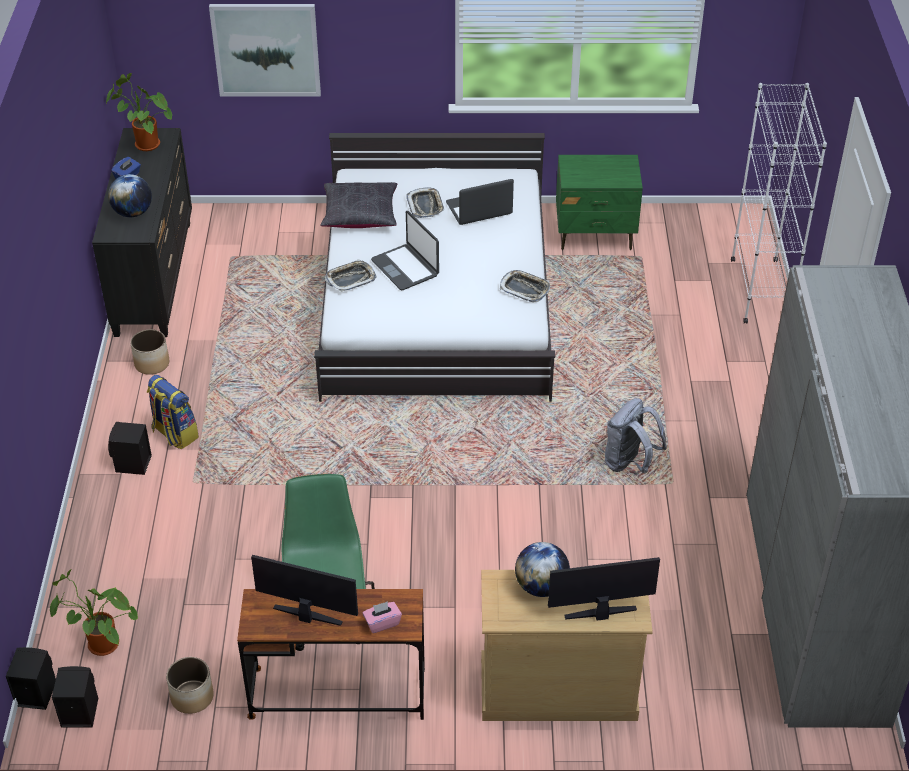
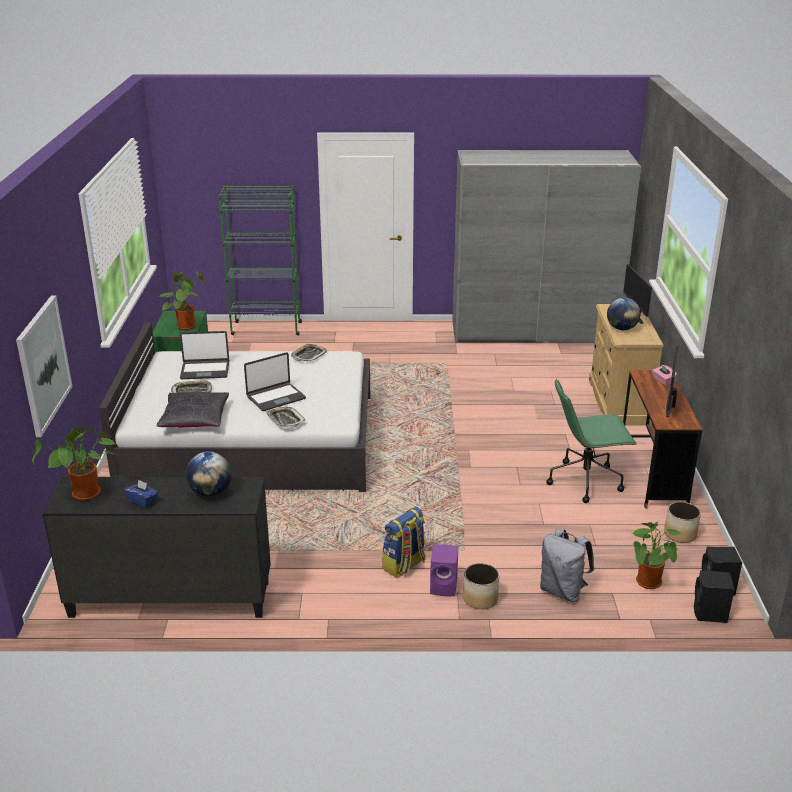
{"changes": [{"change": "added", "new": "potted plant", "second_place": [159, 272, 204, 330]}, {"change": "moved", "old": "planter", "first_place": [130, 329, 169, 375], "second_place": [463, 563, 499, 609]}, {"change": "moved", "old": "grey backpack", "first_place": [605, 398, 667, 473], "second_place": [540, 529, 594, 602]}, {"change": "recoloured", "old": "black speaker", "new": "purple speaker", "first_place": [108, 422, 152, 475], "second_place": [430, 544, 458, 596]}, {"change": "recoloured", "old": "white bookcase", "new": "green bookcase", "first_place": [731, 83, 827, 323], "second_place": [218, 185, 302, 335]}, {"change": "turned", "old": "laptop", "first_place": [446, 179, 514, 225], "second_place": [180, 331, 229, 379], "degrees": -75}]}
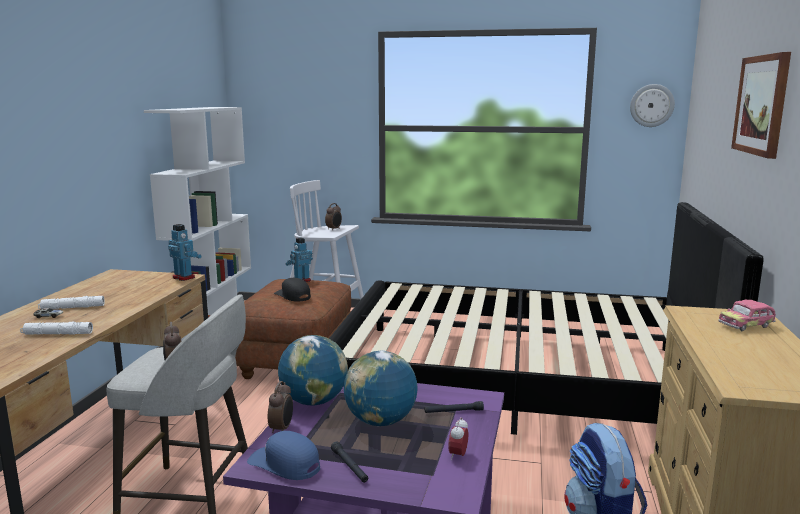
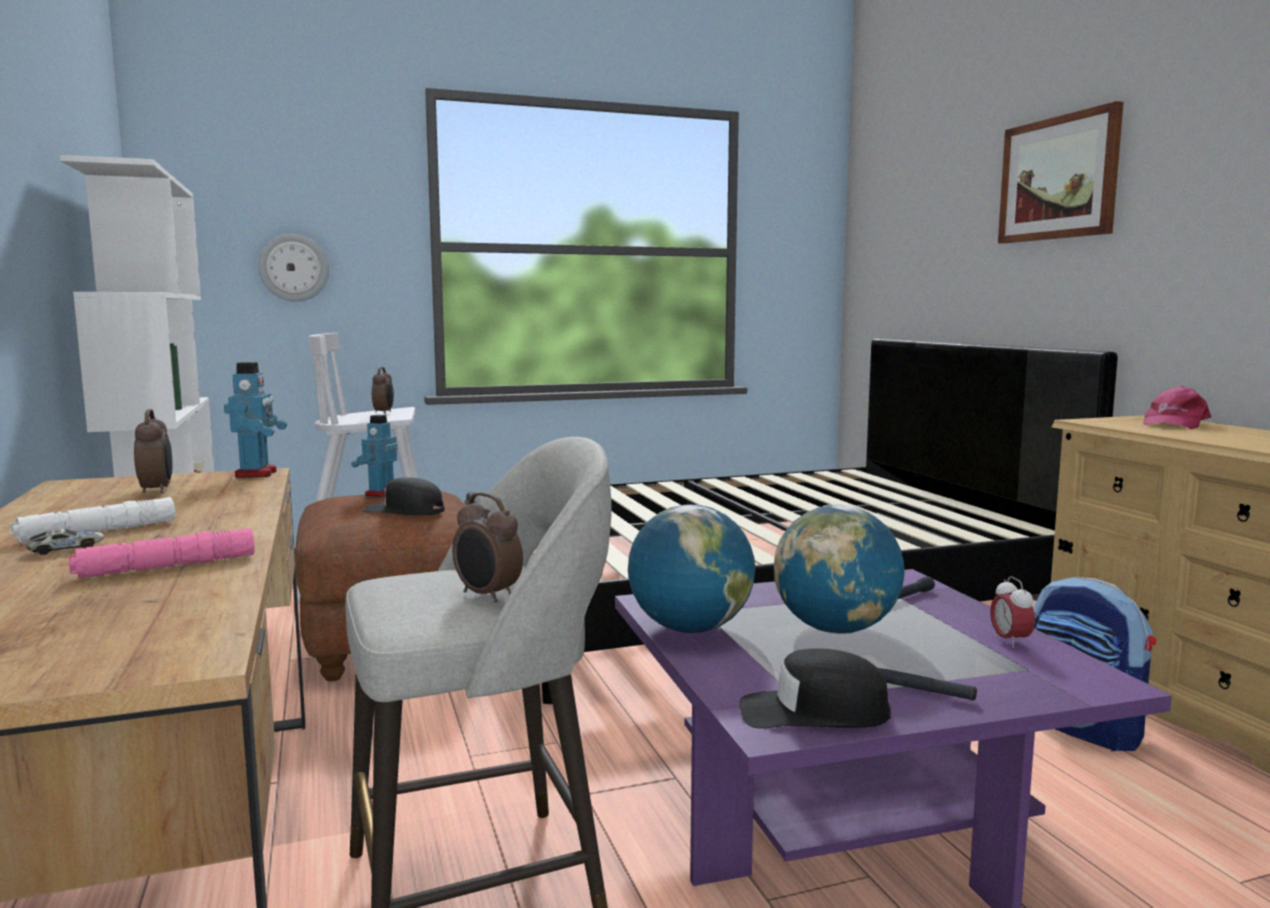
{"changes": [{"change": "moved", "old": "alarm clock", "first_place": [268, 381, 293, 433], "second_place": [134, 409, 173, 493]}, {"change": "moved", "old": "wall clock", "first_place": [630, 84, 675, 127], "second_place": [258, 234, 329, 302]}, {"change": "replaced", "old": "toy car", "new": "pink cap", "first_place": [718, 300, 776, 331], "second_place": [1143, 386, 1211, 429]}, {"change": "recoloured", "old": "white flashlight", "new": "pink flashlight", "first_place": [20, 321, 93, 335], "second_place": [69, 528, 254, 579]}, {"change": "recoloured", "old": "blue cap", "new": "black cap", "first_place": [247, 431, 320, 480], "second_place": [740, 648, 891, 729]}, {"change": "turned", "old": "toy robot", "first_place": [168, 224, 202, 281], "second_place": [224, 362, 287, 478], "degrees": 75}]}
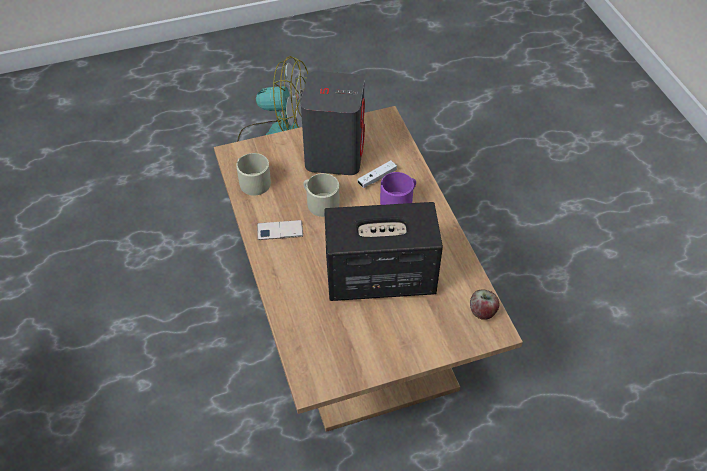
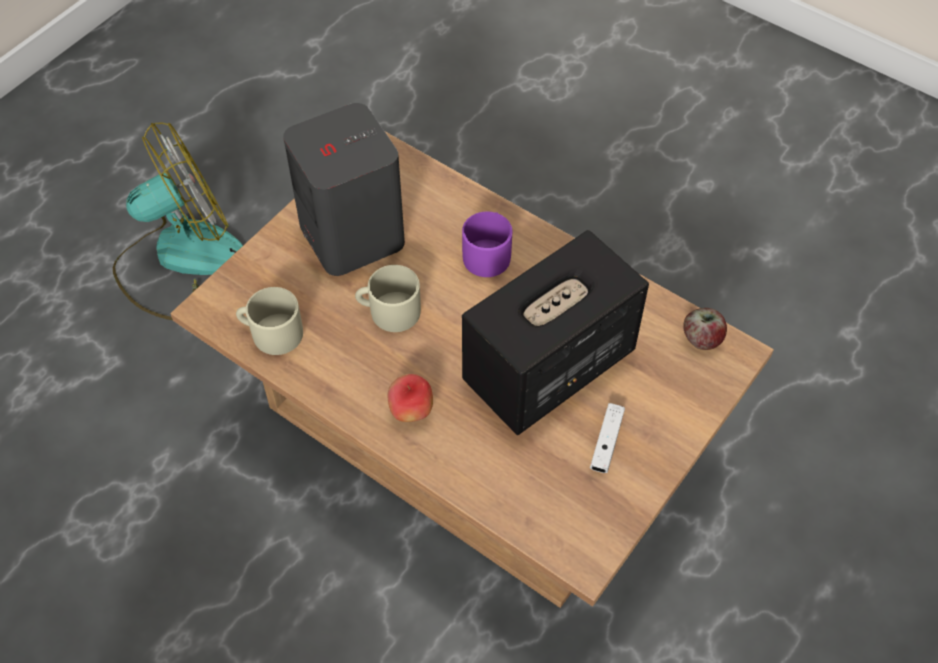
{"changes": [{"change": "removed", "old": "phone", "first_place": [257, 220, 303, 240]}, {"change": "added", "new": "apple", "second_place": [388, 374, 433, 422]}, {"change": "moved", "old": "white game controller", "first_place": [357, 160, 397, 188], "second_place": [590, 403, 625, 473]}]}
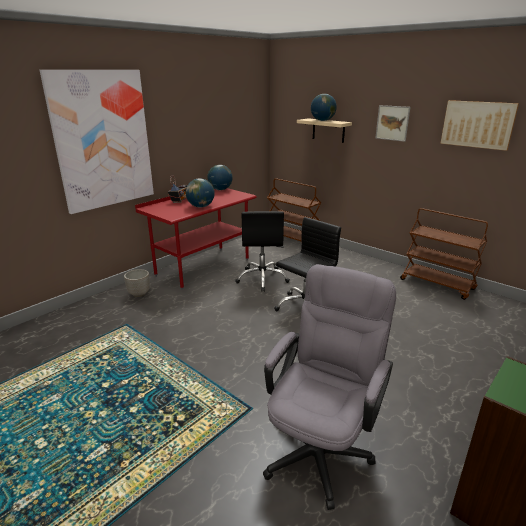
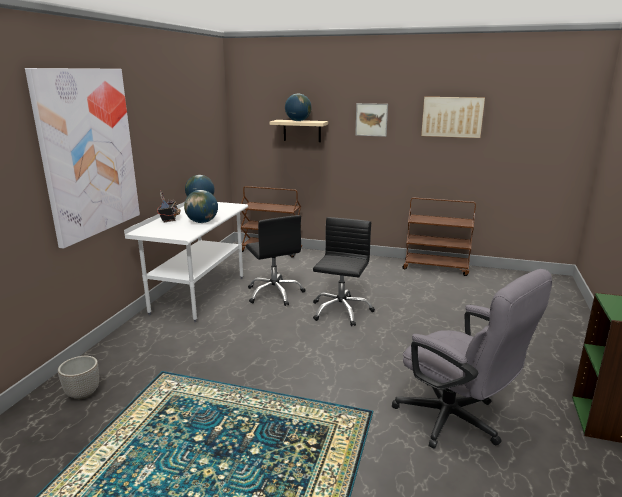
{"changes": [{"change": "moved", "old": "planter", "first_place": [124, 269, 150, 297], "second_place": [58, 356, 99, 399]}, {"change": "recoloured", "old": "red desk", "new": "white desk", "first_place": [135, 188, 257, 290], "second_place": [124, 202, 248, 322]}, {"change": "turned", "old": "grey office chair", "first_place": [263, 264, 396, 510], "second_place": [392, 269, 552, 449], "degrees": 135}]}
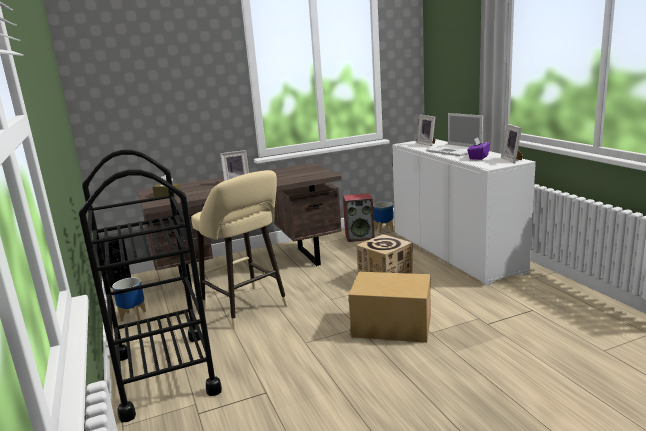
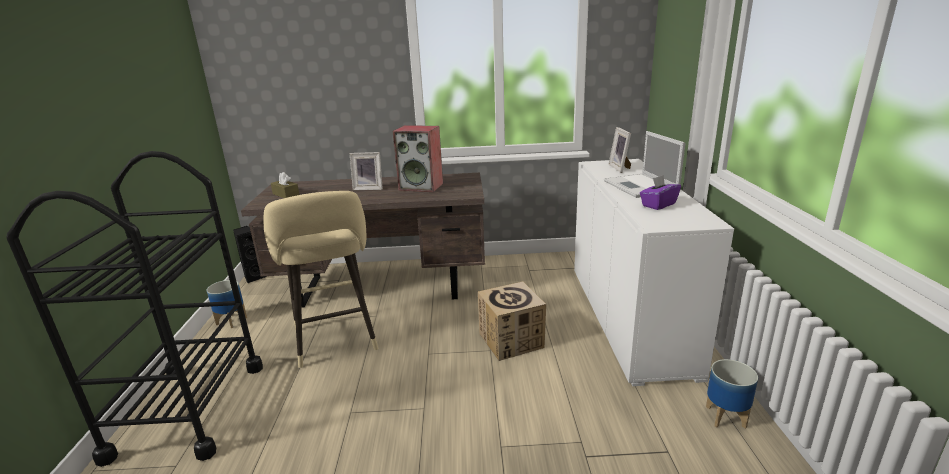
{"changes": [{"change": "removed", "old": "cardboard box", "first_place": [349, 272, 431, 343]}, {"change": "removed", "old": "picture frame", "first_place": [501, 124, 523, 163]}, {"change": "moved", "old": "speaker", "first_place": [343, 193, 374, 242], "second_place": [392, 125, 443, 192]}, {"change": "moved", "old": "planter", "first_place": [373, 202, 393, 233], "second_place": [706, 359, 758, 429]}]}
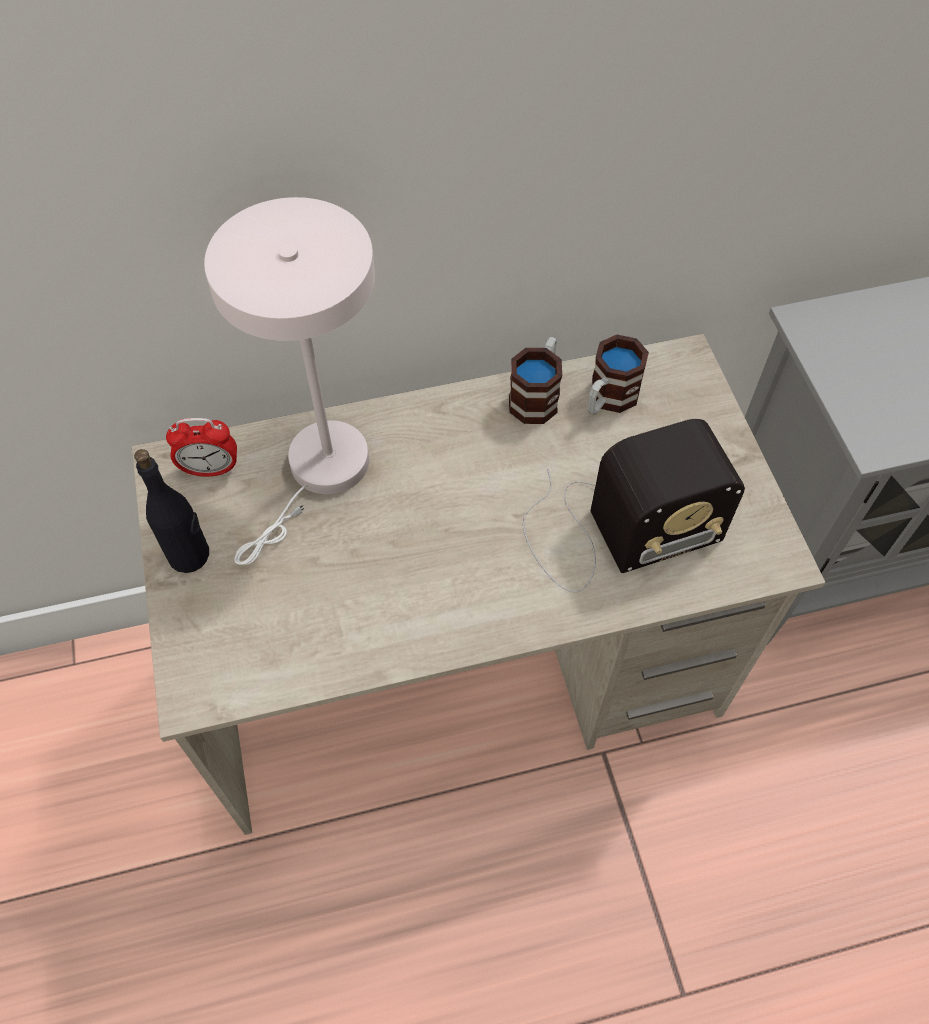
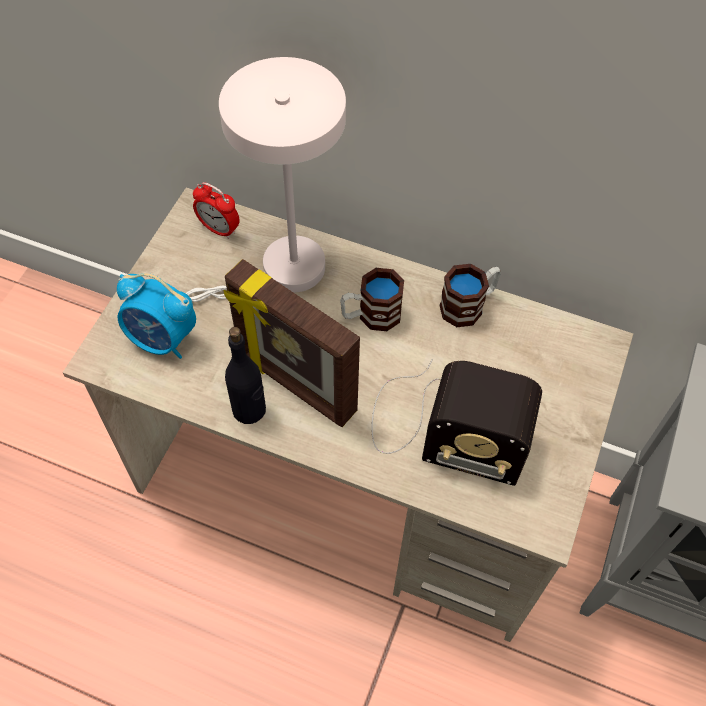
{"changes": [{"change": "added", "new": "alarm clock", "second_place": [117, 273, 196, 359]}, {"change": "added", "new": "picture frame", "second_place": [223, 259, 360, 427]}, {"change": "moved", "old": "black bottle", "first_place": [134, 449, 209, 573], "second_place": [225, 327, 266, 424]}, {"change": "moved", "old": "mug", "first_place": [588, 335, 649, 415], "second_place": [340, 268, 404, 331]}]}
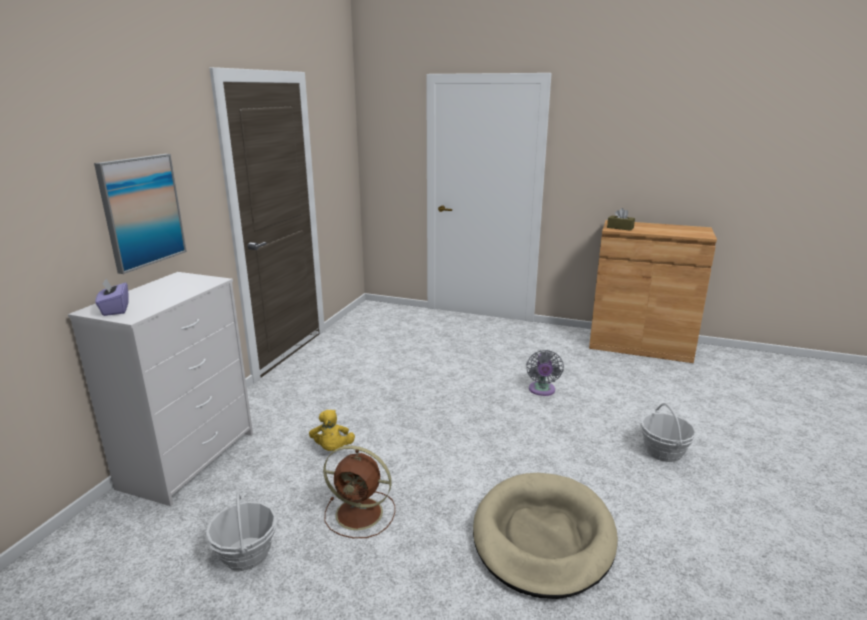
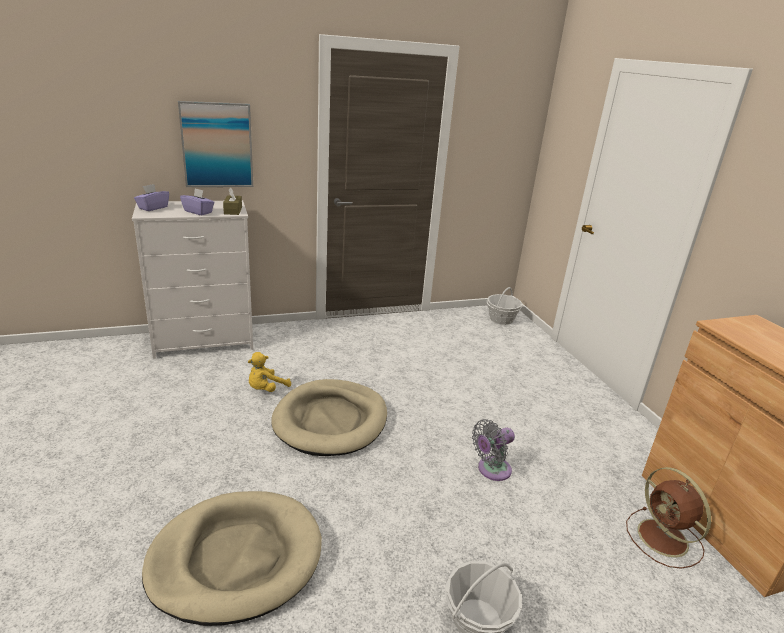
{"changes": [{"change": "added", "new": "purple tissue box", "second_place": [180, 188, 215, 215]}, {"change": "added", "new": "beige dog bed", "second_place": [271, 379, 387, 456]}, {"change": "moved", "old": "basket", "first_place": [206, 492, 277, 571], "second_place": [487, 287, 522, 325]}, {"change": "moved", "old": "brown fan", "first_place": [323, 446, 395, 538], "second_place": [626, 467, 711, 569]}, {"change": "moved", "old": "brown tissue box", "first_place": [607, 208, 635, 231], "second_place": [223, 187, 242, 215]}]}
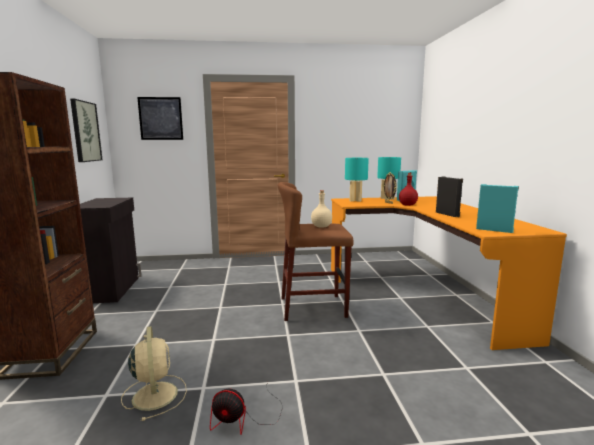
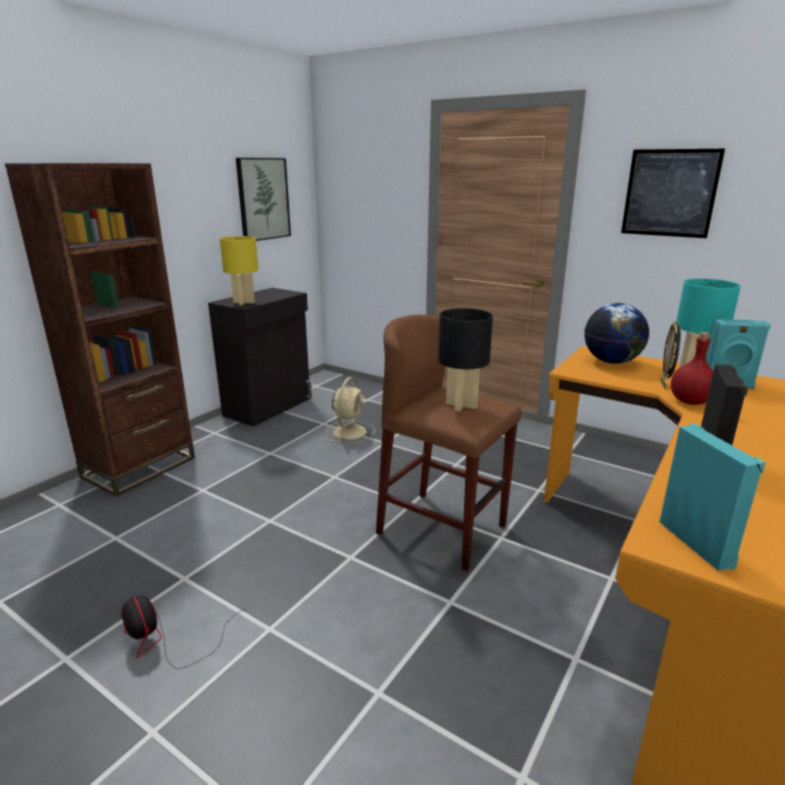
{"changes": [{"change": "added", "new": "yellow table lamp", "second_place": [220, 236, 259, 305]}, {"change": "moved", "old": "beige fan", "first_place": [121, 326, 187, 421], "second_place": [327, 377, 375, 443]}, {"change": "moved", "old": "picture", "first_place": [137, 97, 183, 140], "second_place": [621, 149, 725, 238]}, {"change": "replaced", "old": "beige bottle", "new": "black table lamp", "first_place": [311, 190, 332, 228], "second_place": [438, 308, 493, 412]}, {"change": "replaced", "old": "turquoise table lamp", "new": "globe", "first_place": [345, 158, 369, 202], "second_place": [584, 303, 649, 364]}]}
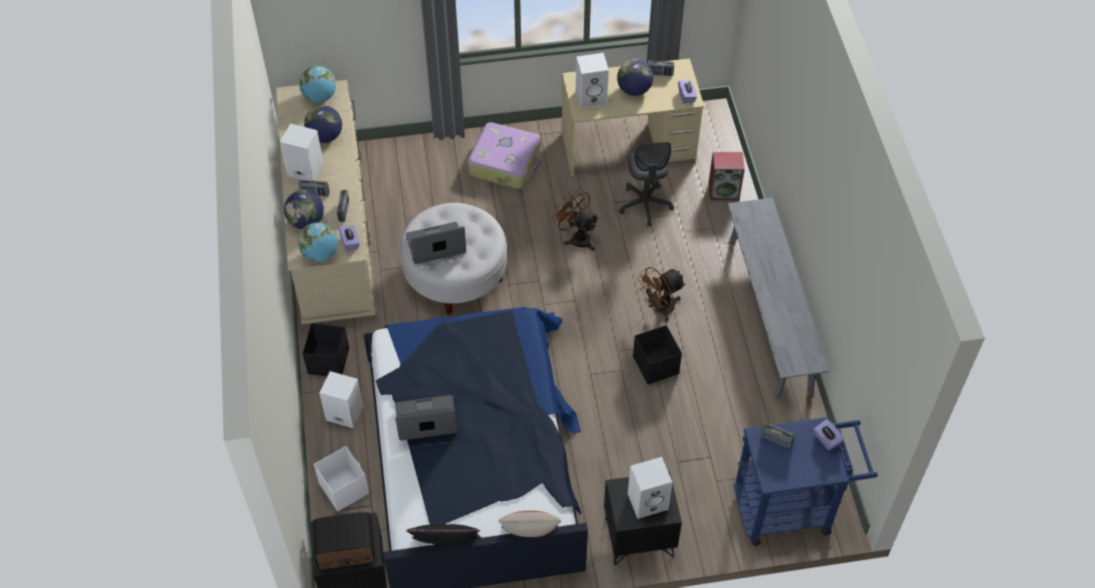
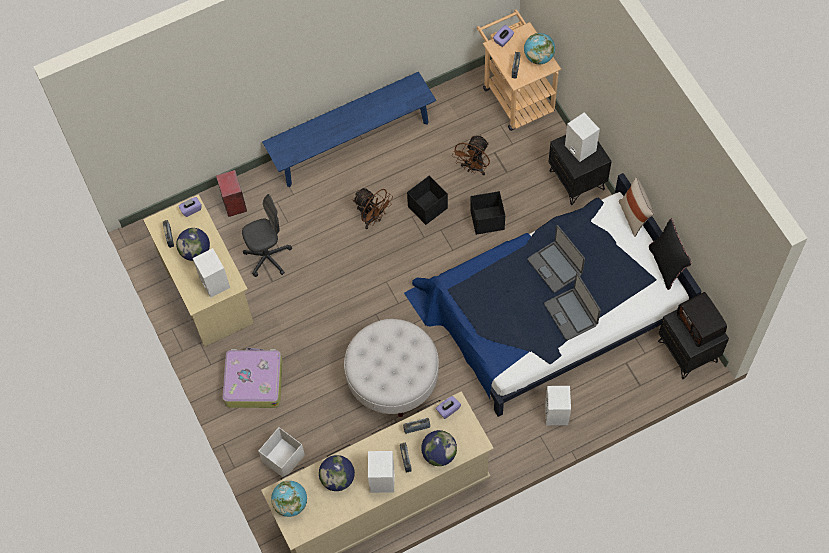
{"changes": [{"change": "moved", "old": "globe", "first_place": [298, 223, 338, 262], "second_place": [524, 33, 555, 64]}, {"change": "moved", "old": "black storage box", "first_place": [303, 323, 349, 376], "second_place": [470, 191, 505, 235]}, {"change": "moved", "old": "white storage box", "first_place": [314, 446, 369, 512], "second_place": [259, 427, 305, 478]}, {"change": "moved", "old": "laptop", "first_place": [406, 222, 466, 264], "second_place": [527, 225, 585, 293]}, {"change": "moved", "old": "brown fan", "first_place": [552, 188, 599, 251], "second_place": [452, 135, 490, 175]}, {"change": "recoloured", "old": "grey bench", "new": "blue bench", "first_place": [728, 198, 829, 400], "second_place": [262, 72, 436, 187]}, {"change": "recoloured", "old": "blue cart", "new": "beige cart", "first_place": [733, 417, 878, 546], "second_place": [477, 9, 561, 131]}]}
